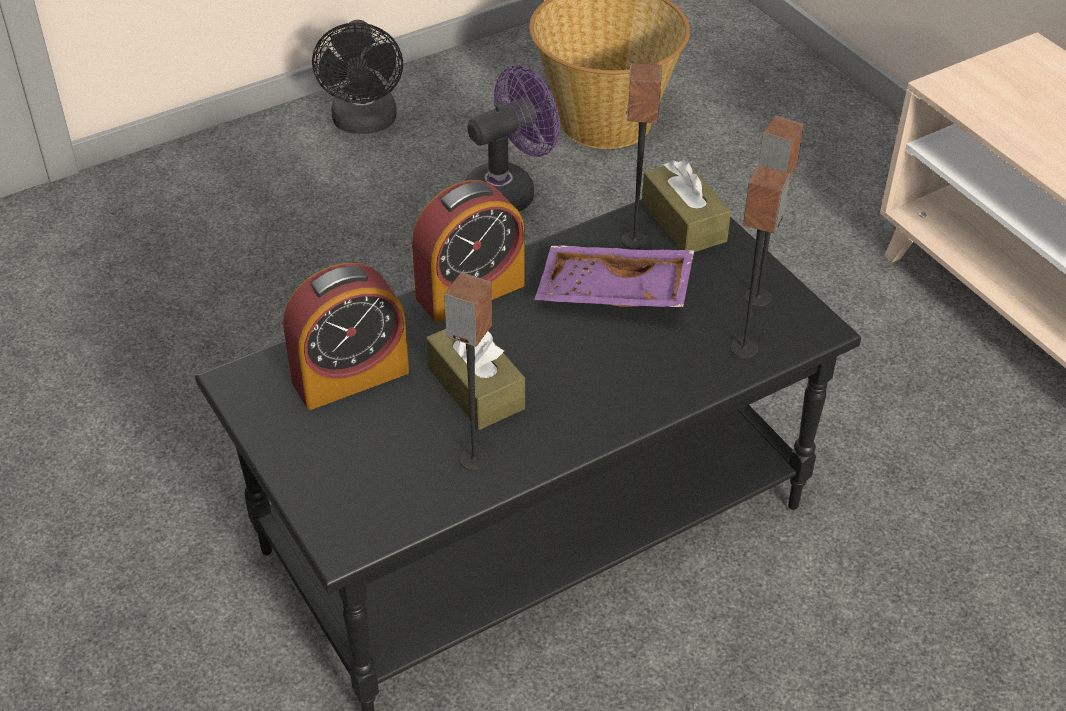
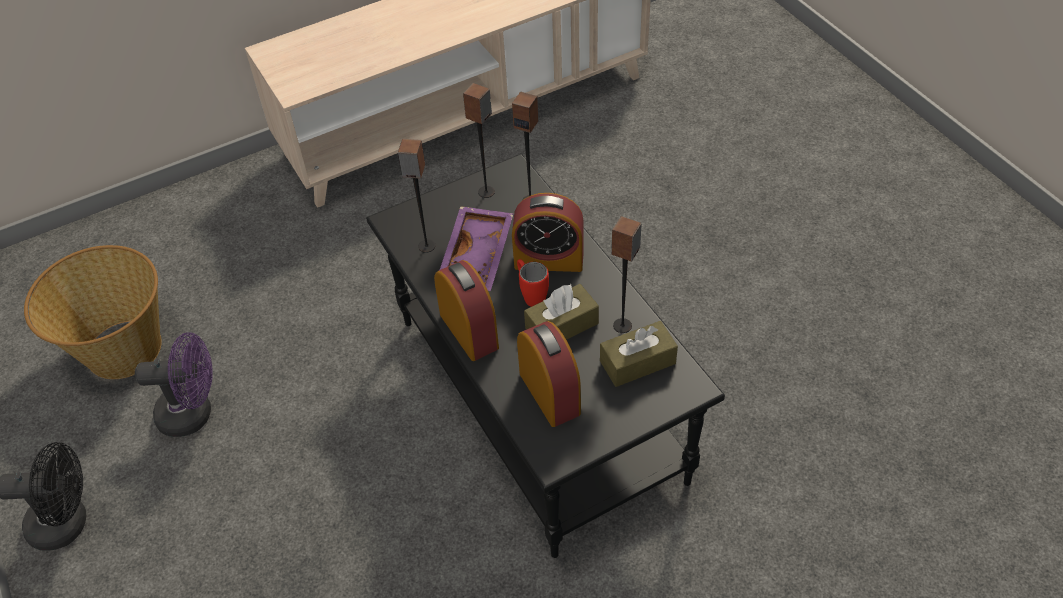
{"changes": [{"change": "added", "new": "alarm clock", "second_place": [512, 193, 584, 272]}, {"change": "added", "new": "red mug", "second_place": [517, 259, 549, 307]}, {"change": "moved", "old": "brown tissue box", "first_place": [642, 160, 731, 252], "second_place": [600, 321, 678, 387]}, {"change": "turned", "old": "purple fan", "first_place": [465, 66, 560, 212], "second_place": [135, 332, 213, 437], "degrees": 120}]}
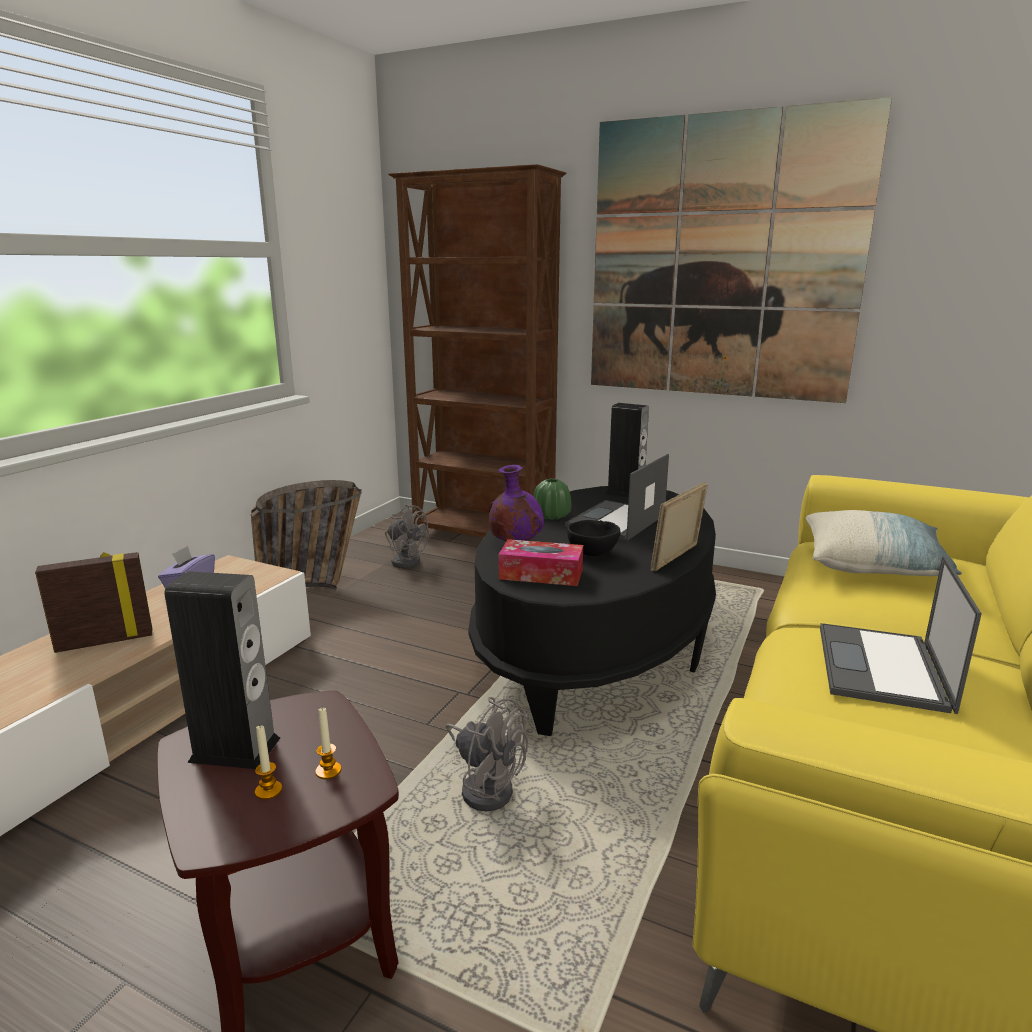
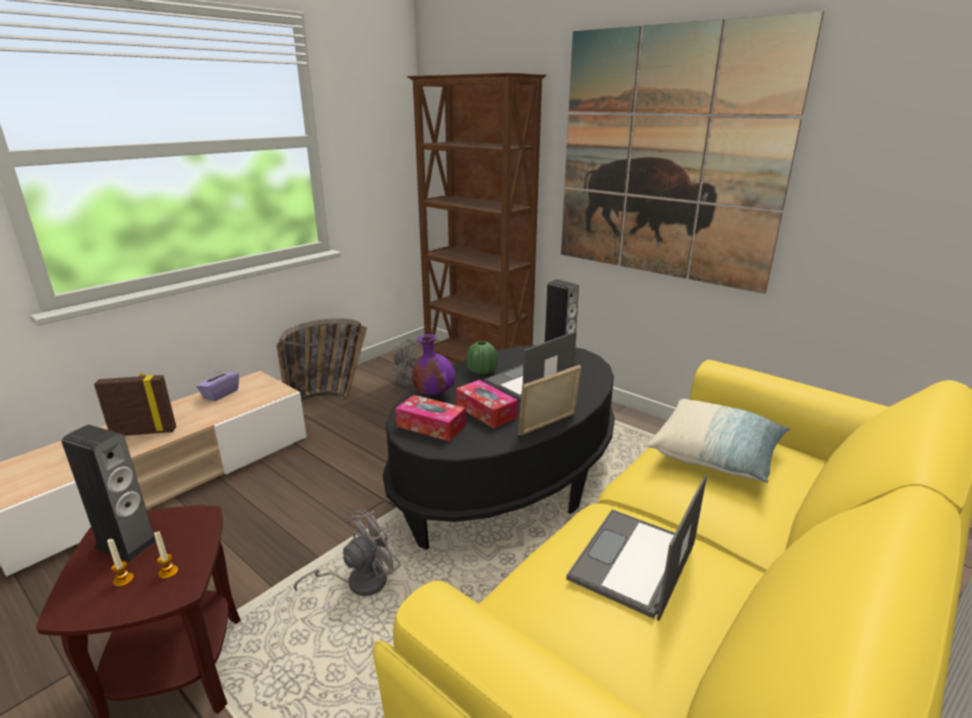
{"changes": [{"change": "replaced", "old": "black bowl", "new": "tissue box", "first_place": [567, 520, 620, 556], "second_place": [456, 380, 518, 428]}, {"change": "turned", "old": "grey fan", "first_place": [446, 697, 528, 811], "second_place": [294, 510, 401, 596], "degrees": -90}]}
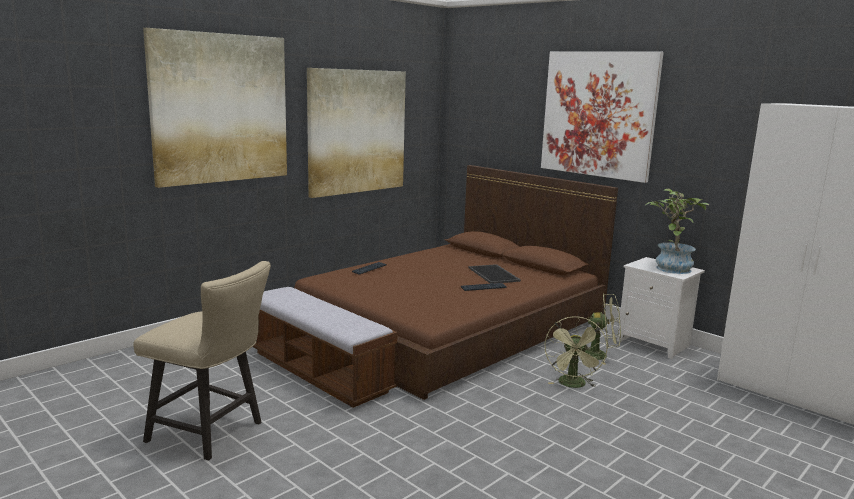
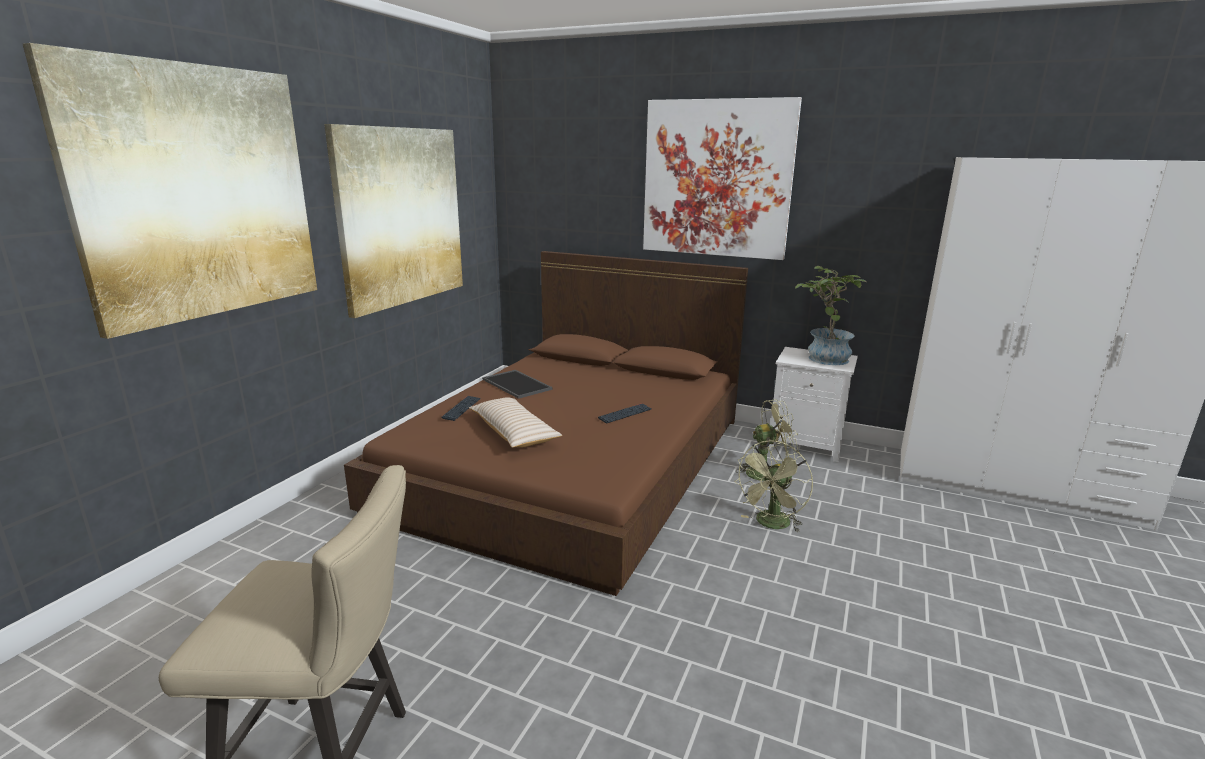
{"changes": [{"change": "removed", "old": "bench", "first_place": [253, 287, 398, 408]}, {"change": "added", "new": "beige pillow", "second_place": [469, 397, 562, 448]}, {"change": "moved", "old": "tray", "first_place": [469, 264, 521, 284], "second_place": [482, 370, 553, 399]}, {"change": "turned", "old": "green fan", "first_place": [545, 316, 607, 388], "second_place": [734, 440, 813, 532], "degrees": 45}]}
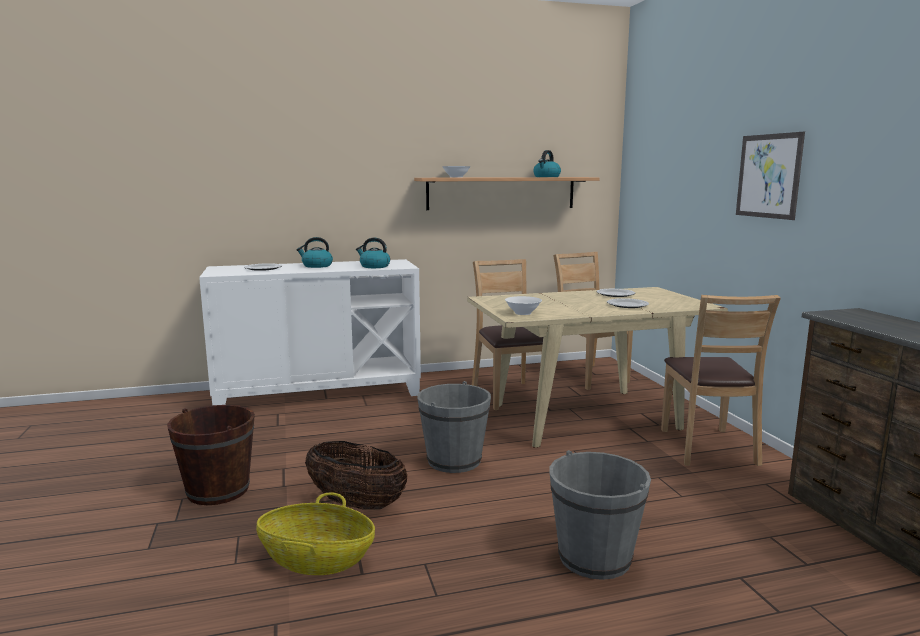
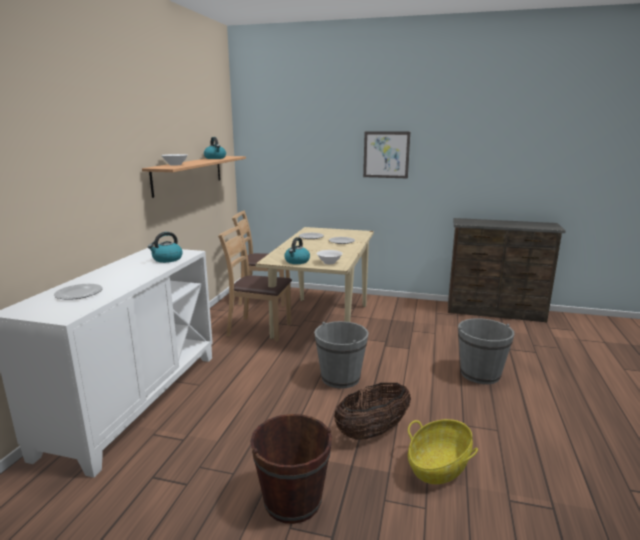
{"changes": [{"change": "removed", "old": "brown chair", "first_place": [661, 295, 781, 466]}, {"change": "moved", "old": "kettle", "first_place": [297, 237, 333, 268], "second_place": [284, 237, 310, 264]}]}
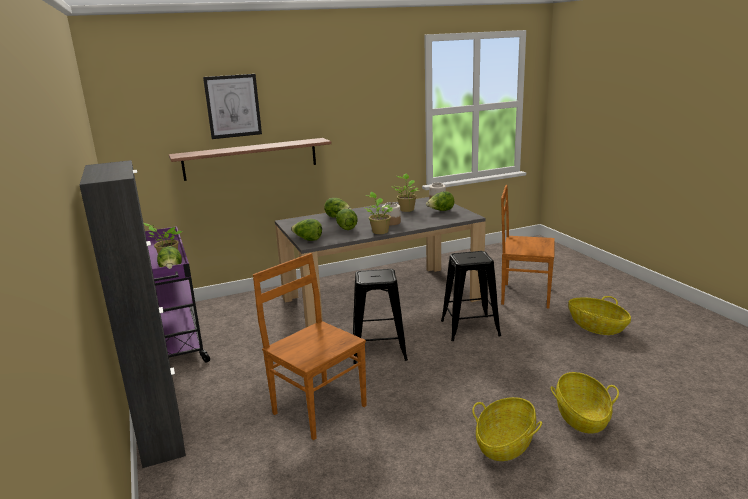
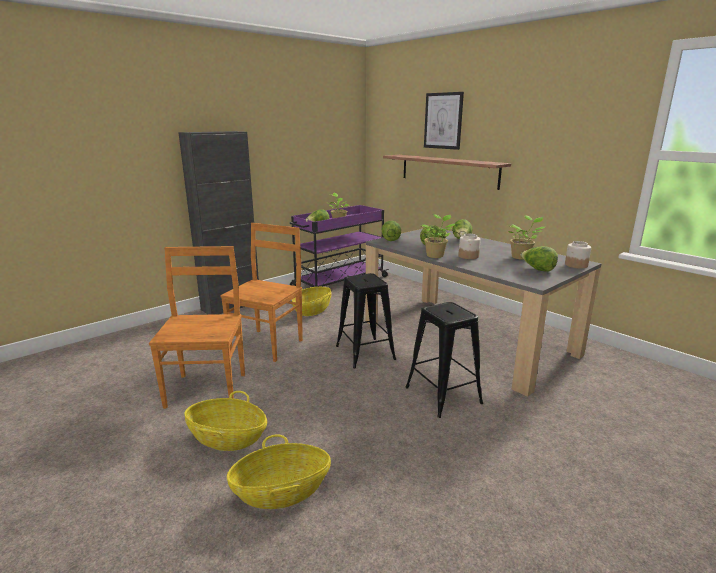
{"changes": [{"change": "moved", "old": "brown chair", "first_place": [501, 185, 555, 308], "second_place": [149, 246, 245, 409]}, {"change": "moved", "old": "basket", "first_place": [568, 296, 631, 335], "second_place": [292, 287, 331, 316]}]}
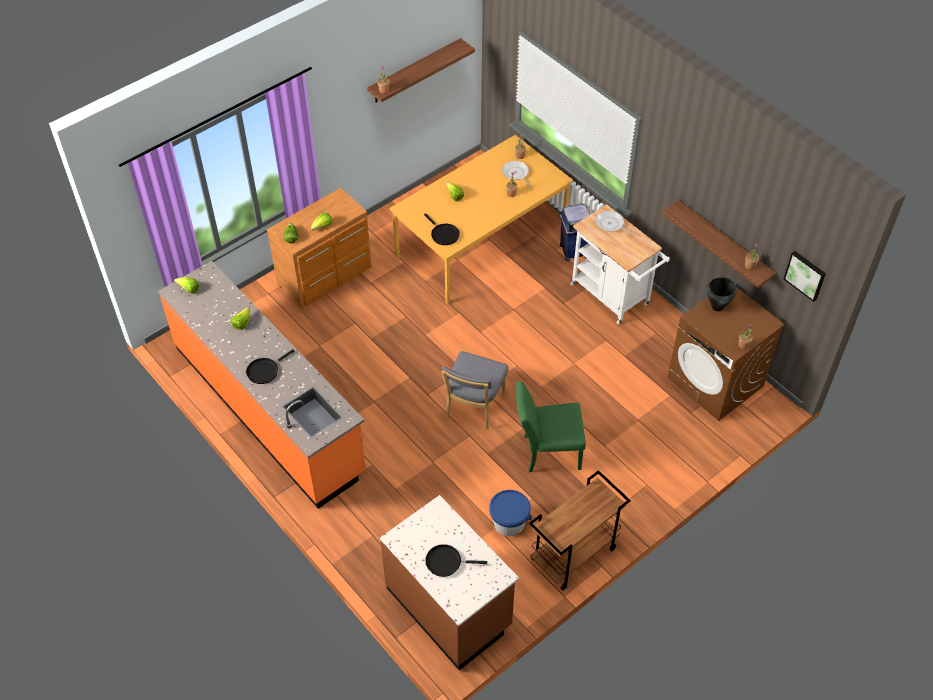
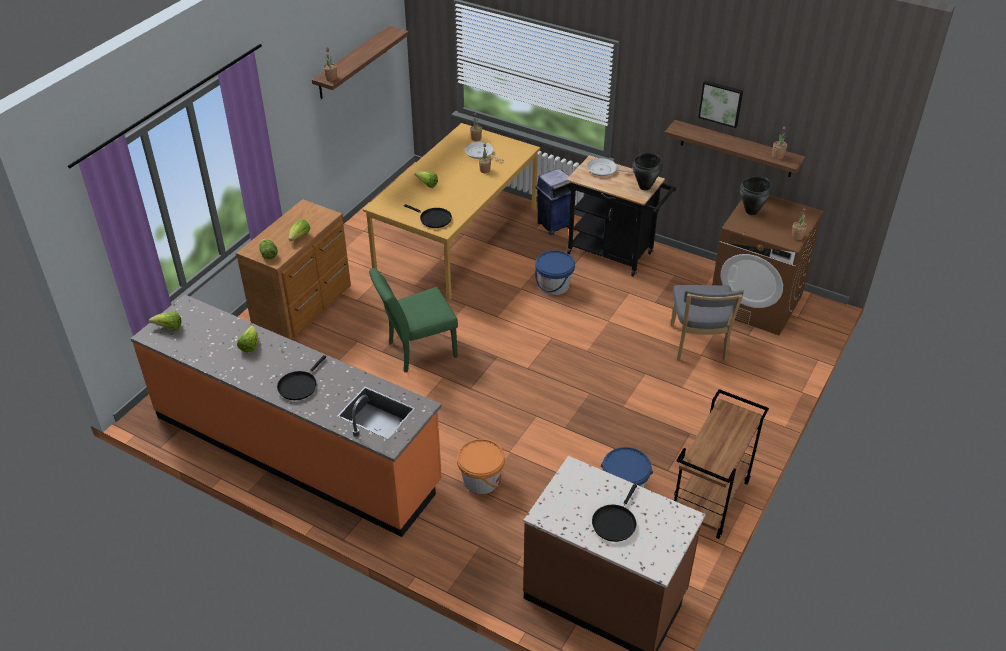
{"changes": [{"change": "added", "new": "orange bucket", "second_place": [457, 439, 505, 494]}, {"change": "added", "new": "blue bucket", "second_place": [535, 250, 575, 295]}, {"change": "added", "new": "black cooking pot", "second_place": [632, 153, 663, 190]}, {"change": "moved", "old": "grey chair", "first_place": [441, 351, 509, 429], "second_place": [670, 285, 744, 361]}, {"change": "moved", "old": "green chair", "first_place": [516, 381, 586, 472], "second_place": [369, 268, 458, 372]}, {"change": "moved", "old": "picture", "first_place": [784, 251, 826, 302], "second_place": [698, 81, 743, 128]}, {"change": "recoloured", "old": "white cart", "new": "black cart", "first_place": [571, 204, 670, 324], "second_place": [566, 156, 676, 277]}, {"change": "turned", "old": "black frying pan", "first_place": [425, 544, 487, 577], "second_place": [592, 484, 637, 542], "degrees": -45}]}
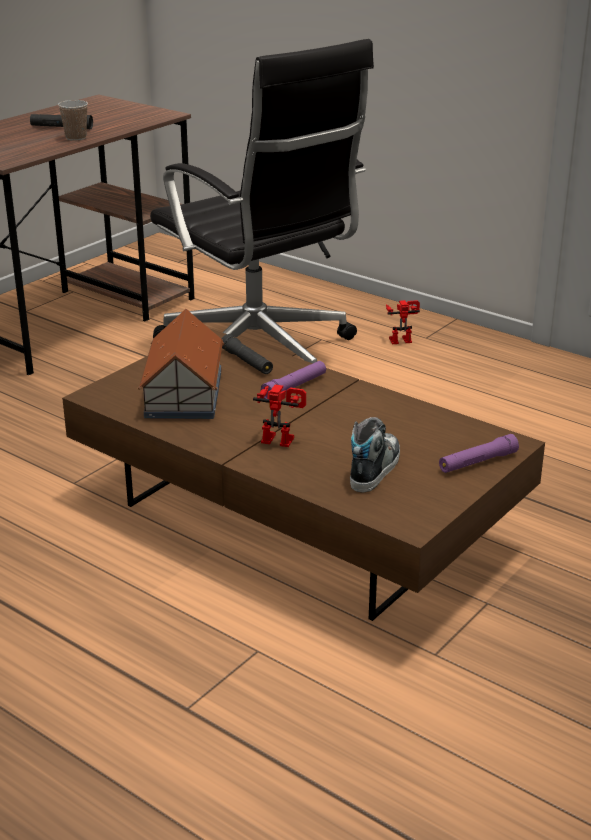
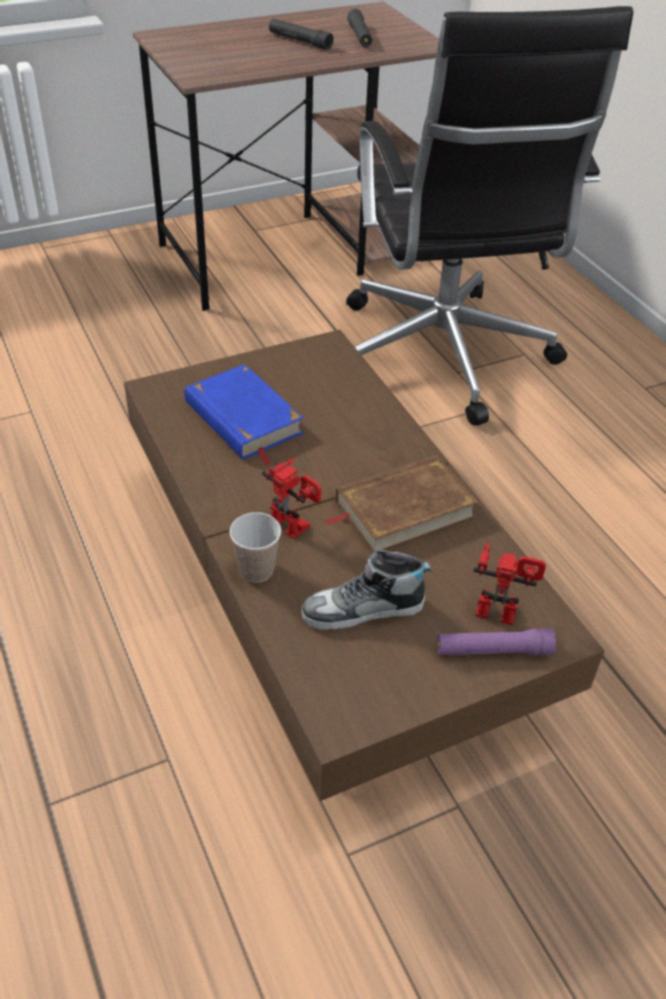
{"changes": [{"change": "removed", "old": "purple flashlight", "first_place": [261, 361, 326, 399]}, {"change": "added", "new": "brown book", "second_place": [325, 455, 479, 553]}, {"change": "moved", "old": "cup", "first_place": [58, 100, 88, 141], "second_place": [229, 512, 281, 583]}, {"change": "moved", "old": "black flashlight", "first_place": [222, 334, 273, 374], "second_place": [347, 9, 372, 47]}, {"change": "moved", "old": "toy robot", "first_place": [386, 300, 420, 344], "second_place": [473, 542, 546, 625]}, {"change": "replaced", "old": "toy house", "new": "blue book", "first_place": [138, 309, 225, 419], "second_place": [184, 364, 304, 466]}, {"change": "turned", "old": "shoe", "first_place": [350, 417, 400, 492], "second_place": [301, 549, 432, 630], "degrees": -150}]}
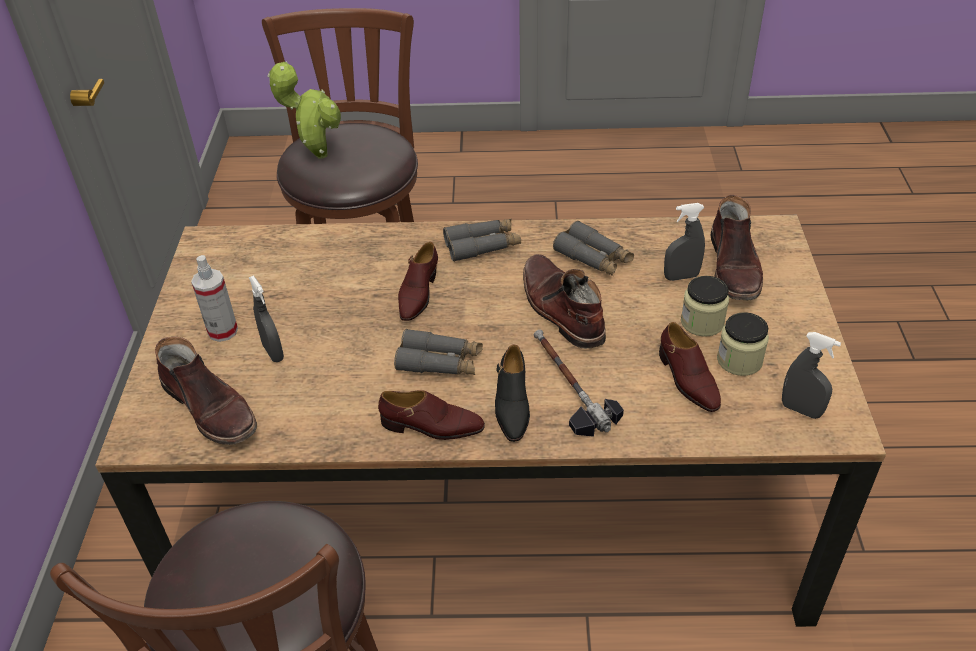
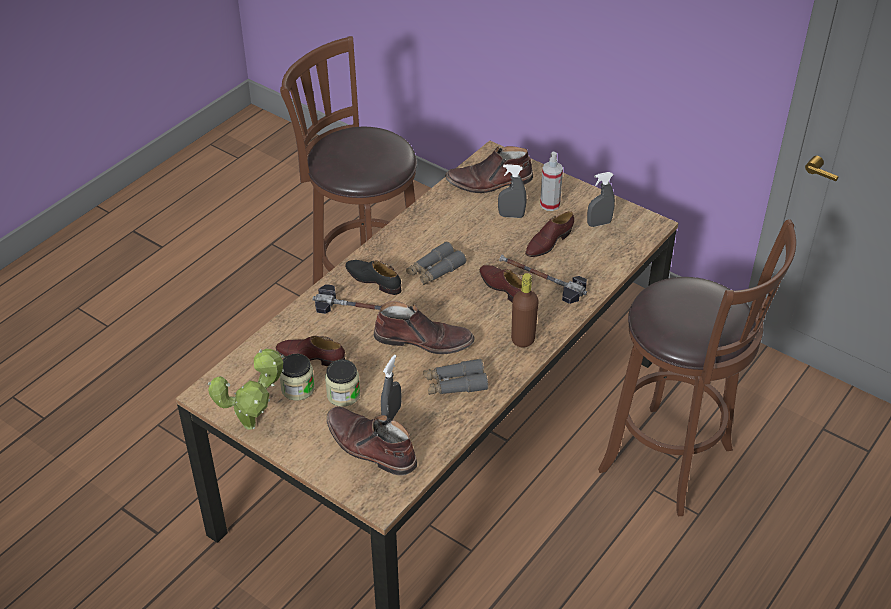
{"changes": [{"change": "added", "new": "hammer", "second_place": [499, 255, 587, 304]}, {"change": "moved", "old": "potted plant", "first_place": [267, 61, 341, 159], "second_place": [208, 348, 285, 430]}, {"change": "moved", "old": "brown shoe", "first_place": [378, 390, 485, 440], "second_place": [525, 211, 574, 257]}, {"change": "moved", "old": "grey spray bottle", "first_place": [782, 332, 841, 419], "second_place": [587, 172, 615, 227]}, {"change": "replaced", "old": "grey binoculars", "new": "brown bottle", "first_place": [443, 219, 521, 262], "second_place": [511, 273, 539, 348]}]}
